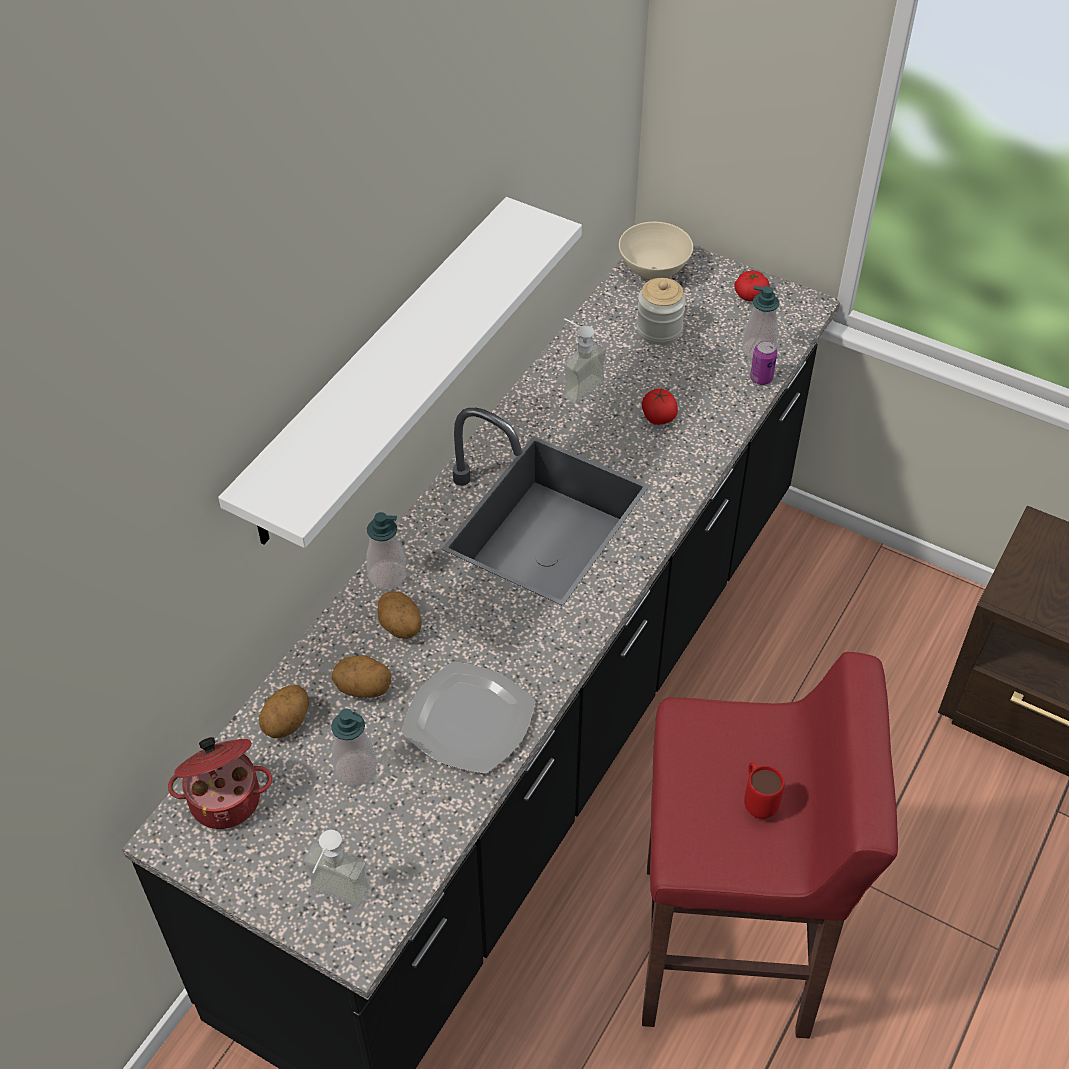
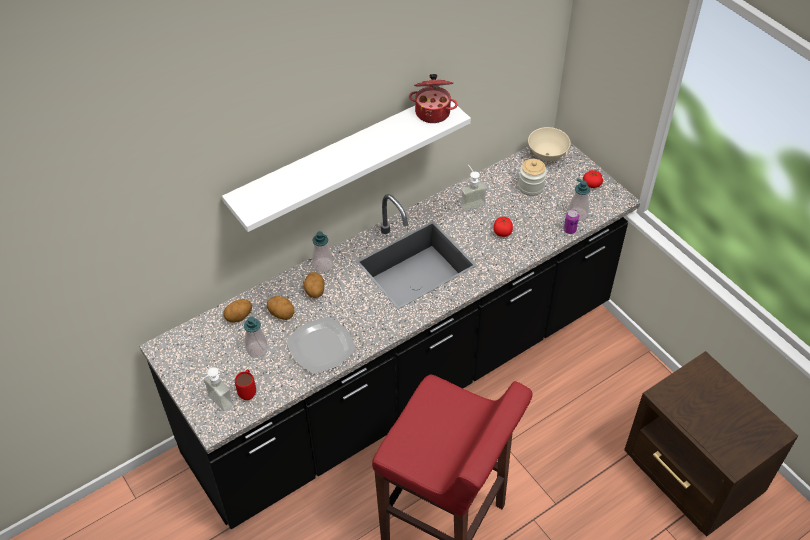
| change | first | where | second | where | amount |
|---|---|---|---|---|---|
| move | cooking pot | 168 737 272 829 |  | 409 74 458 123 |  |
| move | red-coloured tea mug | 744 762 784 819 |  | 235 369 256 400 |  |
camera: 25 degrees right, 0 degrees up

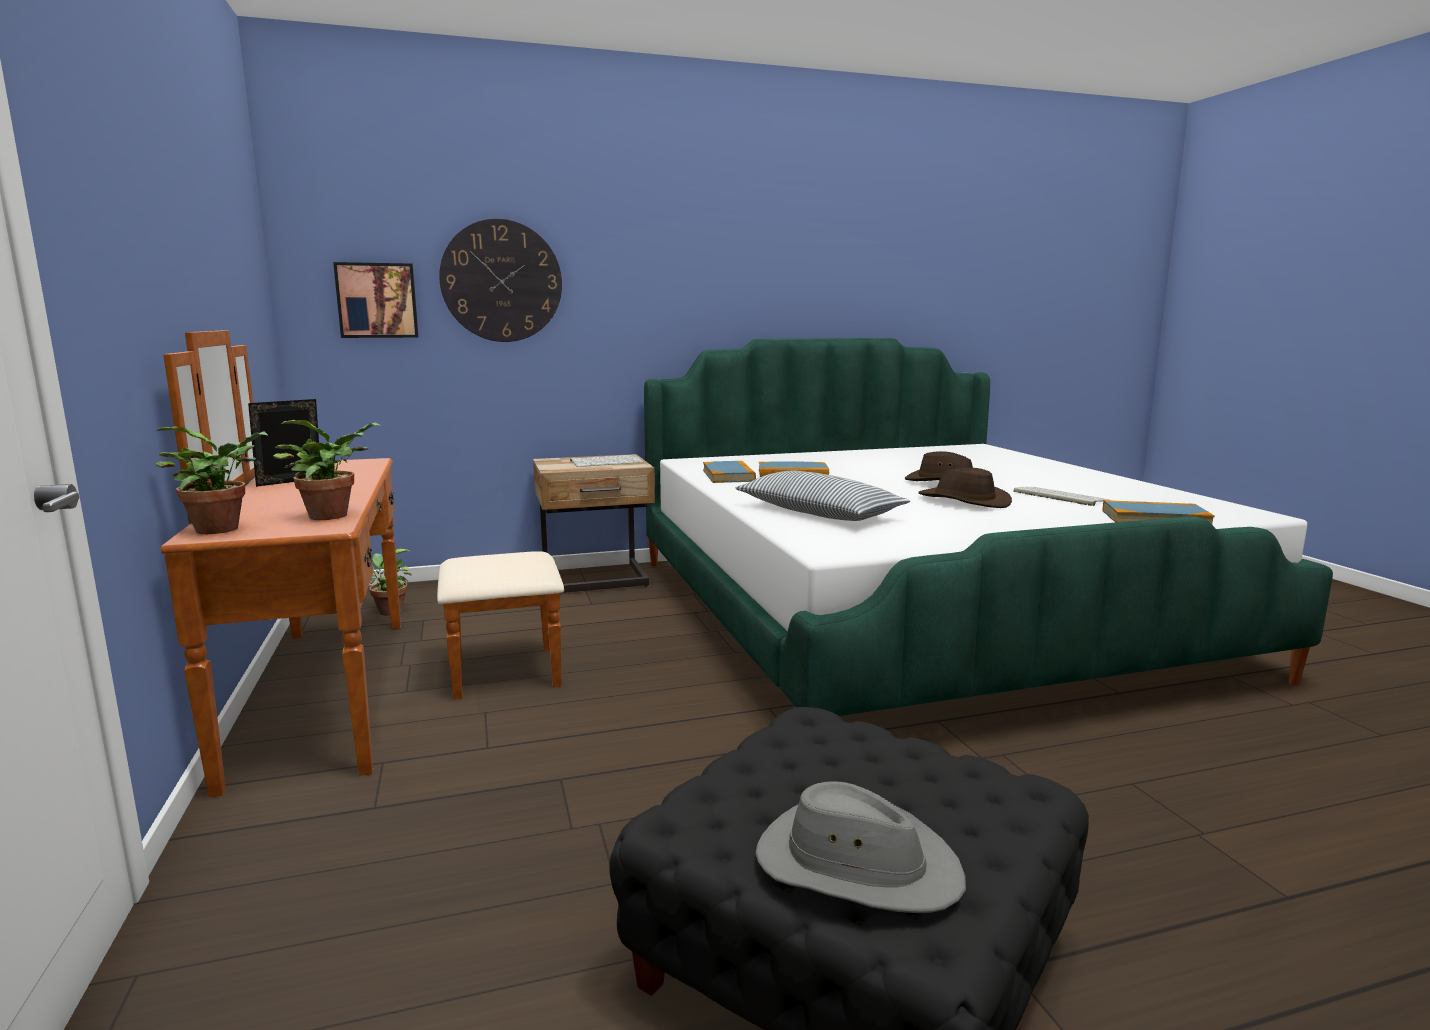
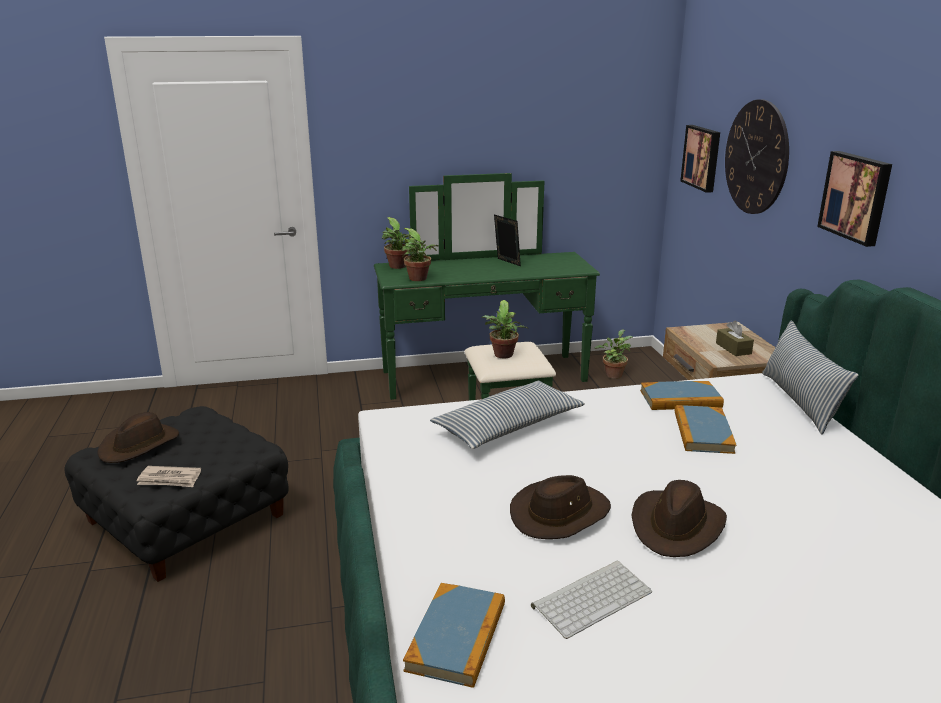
| change | first | where | second | where | amount |
|---|---|---|---|---|---|
| recolor | brown-coloured dresser | 161 330 564 797 | greenish dresser | 374 173 600 401 |  |
| replace | PC keyboard | 570 455 644 467 | brown-coloured box of tissues | 716 321 754 356 |  |
| recolor | grey hat | 756 781 966 913 | brown-coloured hat | 97 412 179 463 |  |
| insert |  |  | daily paper | 137 466 201 487 |  |
| insert |  |  | potted plant | 481 300 528 358 |  |
| insert |  |  | throw pillow | 762 321 858 435 |  |
| insert |  |  | wall picture | 817 151 892 247 |  |
camera: 95 degrees right, 10 degrees up

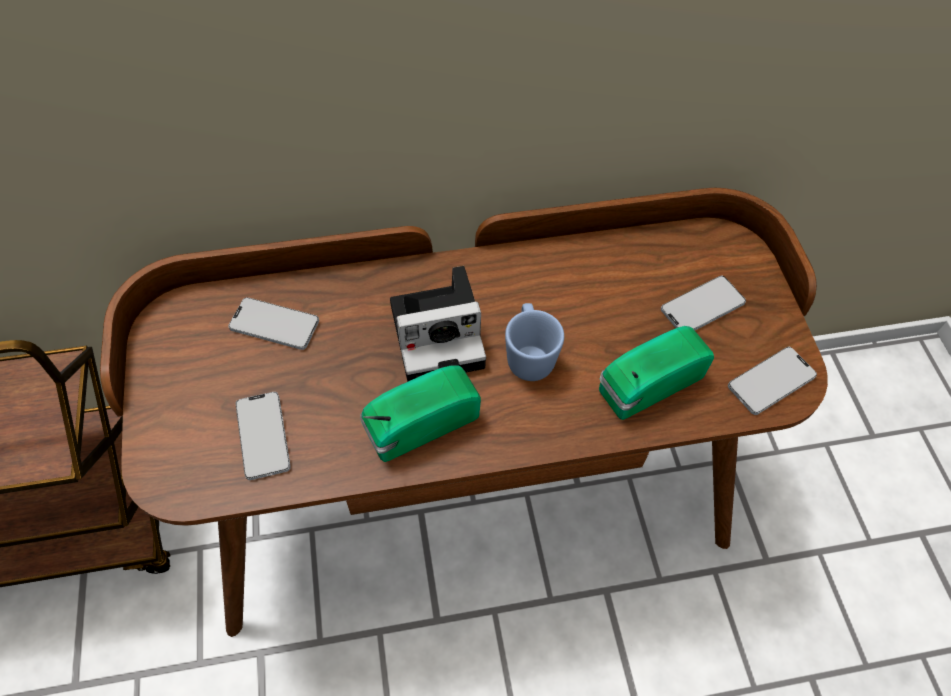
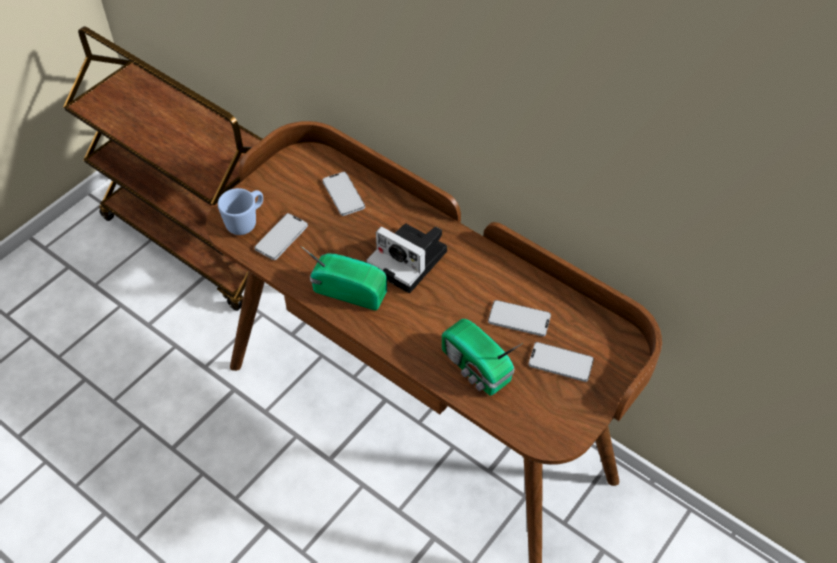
| change | first | where | second | where | amount |
|---|---|---|---|---|---|
| move | blue tea mug | 505 303 564 381 |  | 218 188 263 235 |  |
| rotate | radio set | 599 326 714 420 |  | 442 319 523 396 | 150 degrees counterclockwise |
| move | phone | 728 347 817 415 |  | 488 300 551 336 |  |
camera: 50 degrees right, 5 degrees down

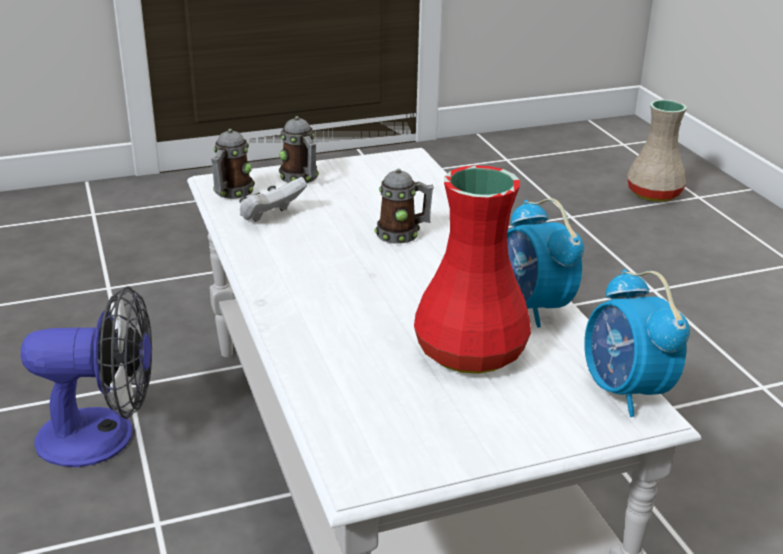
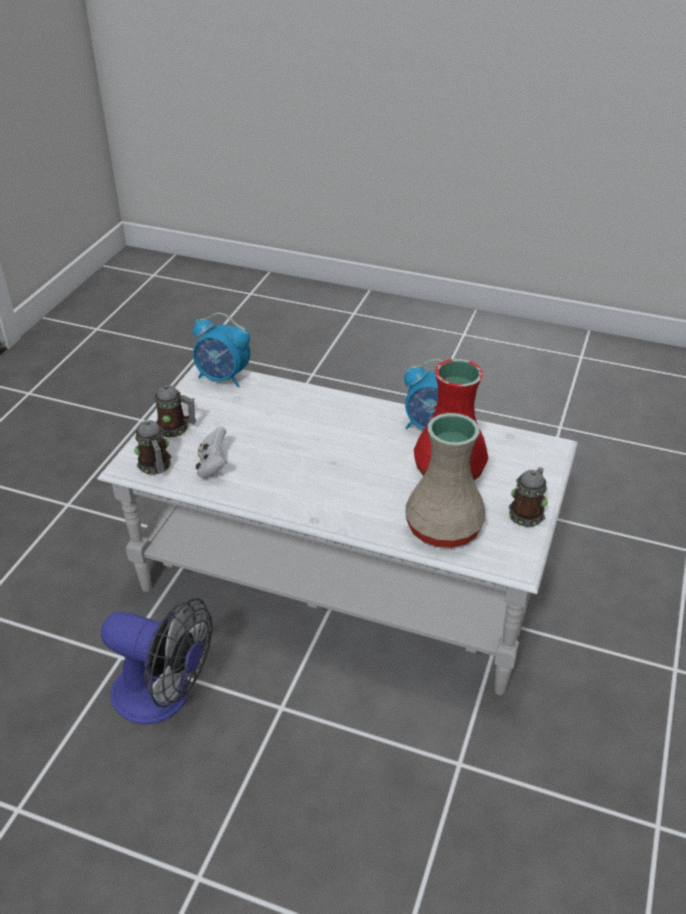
| change | first | where | second | where | amount |
|---|---|---|---|---|---|
| rotate | fan | 21 286 152 467 |  | 101 598 212 725 | 75 degrees clockwise |
| move | tea mug | 375 169 434 244 |  | 509 467 548 527 |  |
| move | table clock | 584 269 690 417 |  | 193 313 250 387 |  |
| move | beige-coloured decorative vase | 627 99 687 202 |  | 405 413 486 548 |  |
camera: 50 degrees left, 10 degrees up

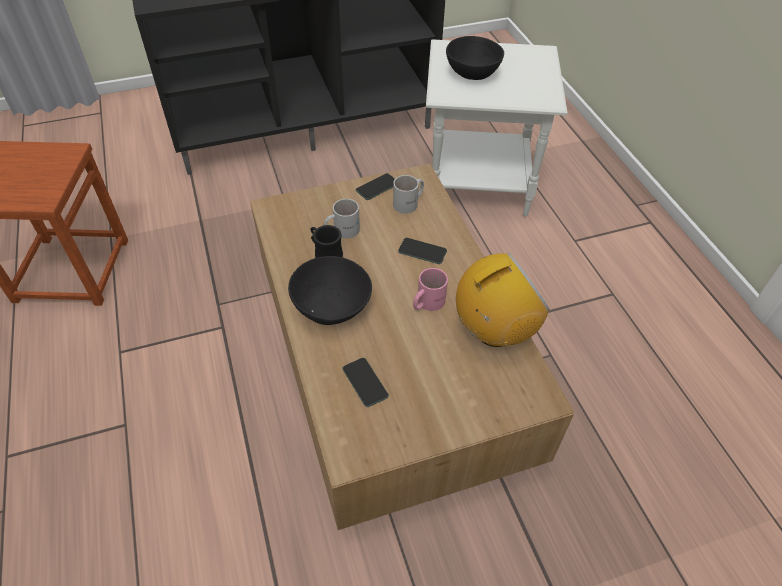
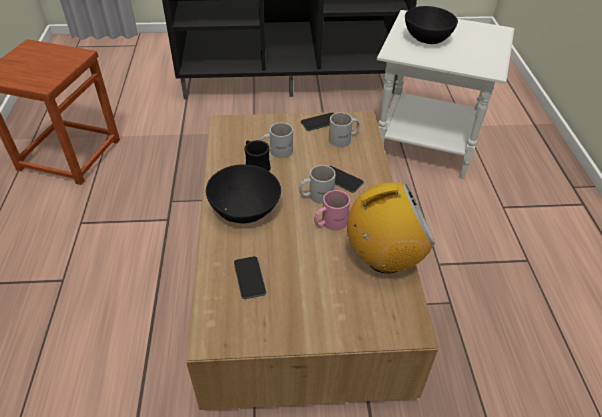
| change | first | where | second | where | amount |
|---|---|---|---|---|---|
| insert |  |  | whitish tea mug | 299 165 336 204 |  |
camera: 15 degrees right, 5 degrees down

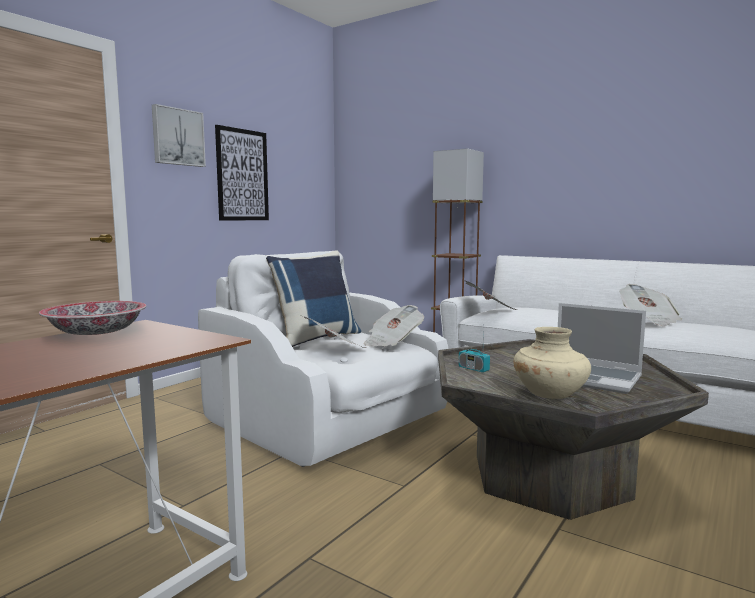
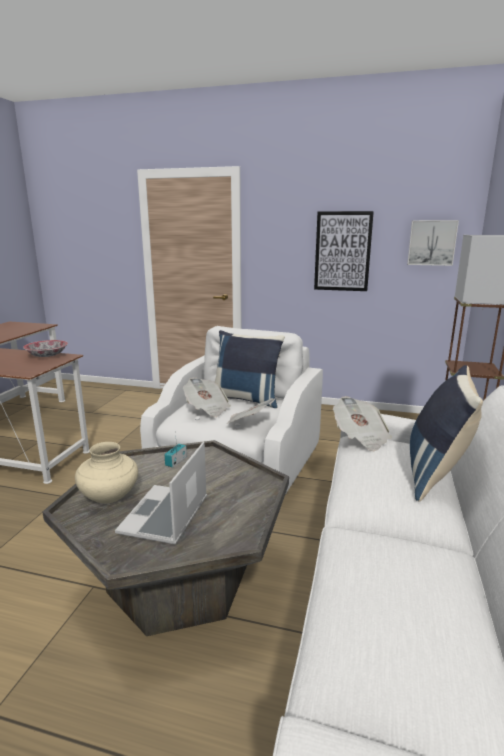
| change | first | where | second | where | amount |
|---|---|---|---|---|---|
| move | wall picture | 152 104 206 167 |  | 407 220 459 266 |  |
| delete | daily paper | 619 284 682 326 |  |  |  |
| insert |  |  | blue throw pillow | 410 365 483 502 |  |
camera: 70 degrees right, 10 degrees up

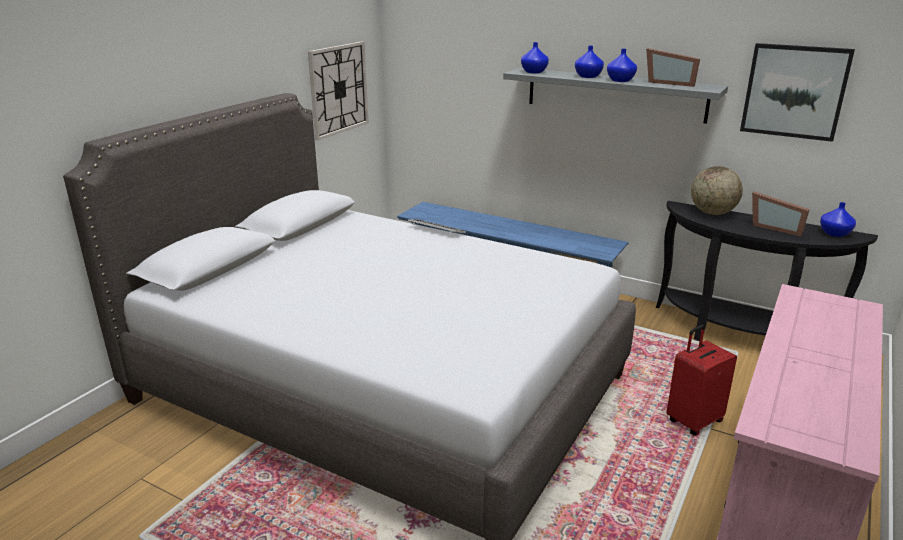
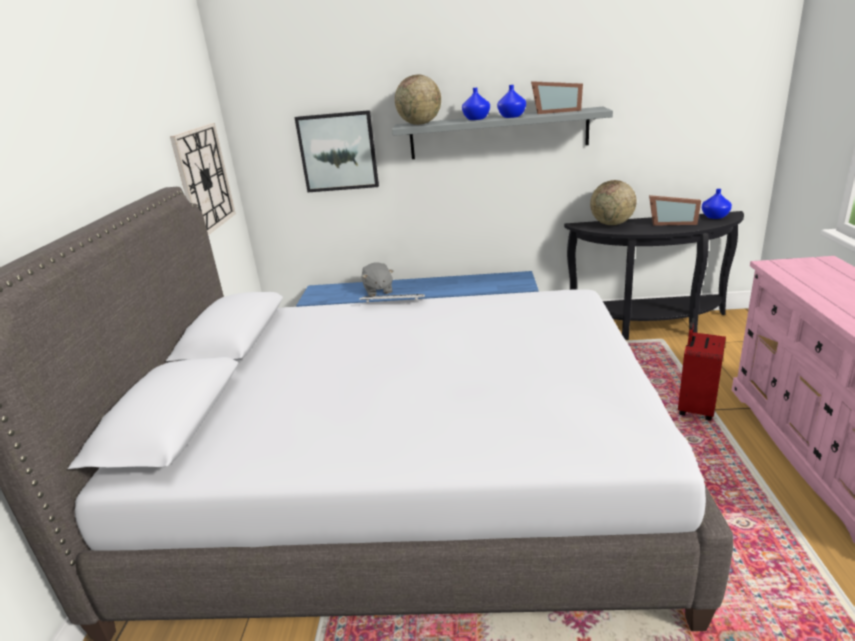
| change | first | where | second | where | amount |
|---|---|---|---|---|---|
| replace | blue decorative vase | 521 42 549 73 | world globe | 395 74 441 125 |  |
| move | wall picture | 740 43 855 142 |  | 294 110 379 192 |  |
| insert |  |  | grey plush toy | 362 263 393 296 |  |
camera: 25 degrees left, 0 degrees up

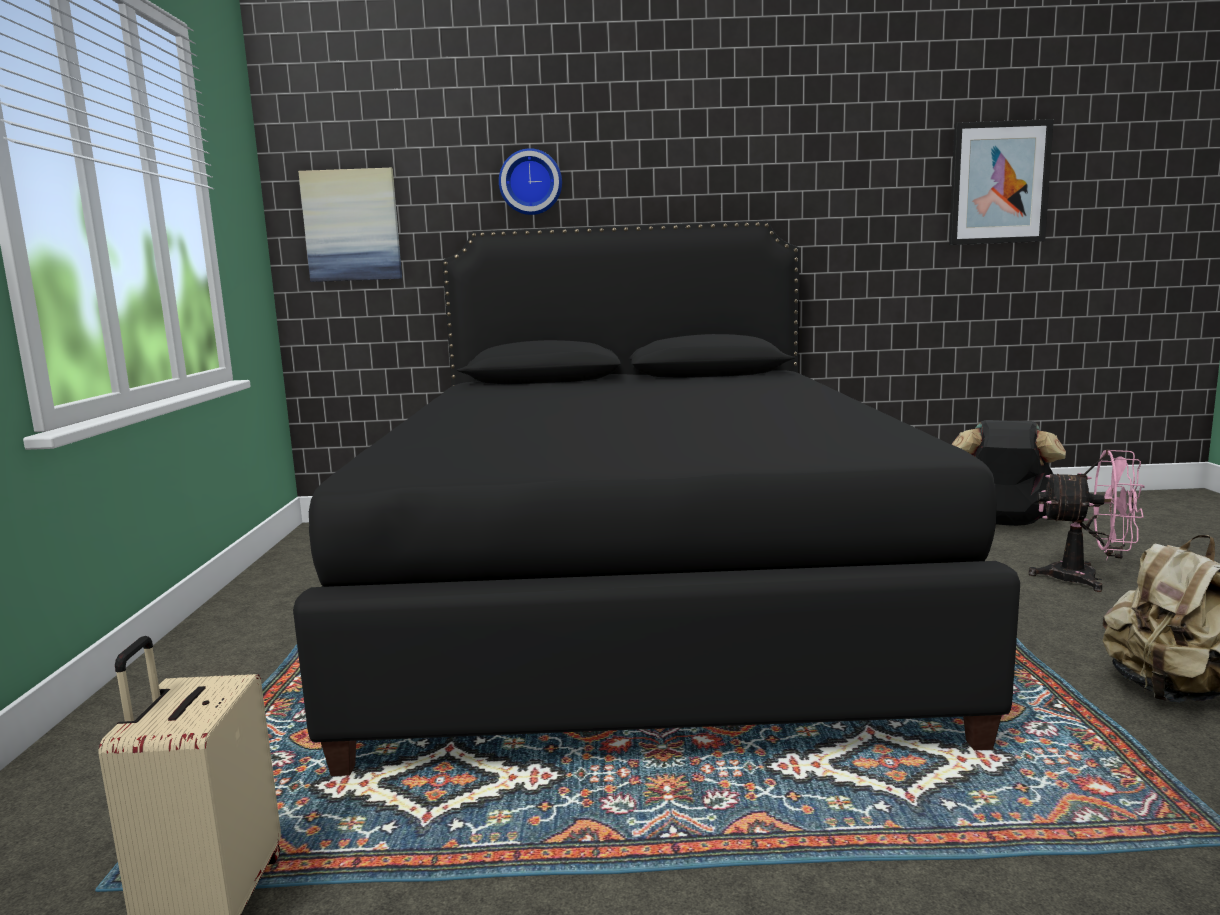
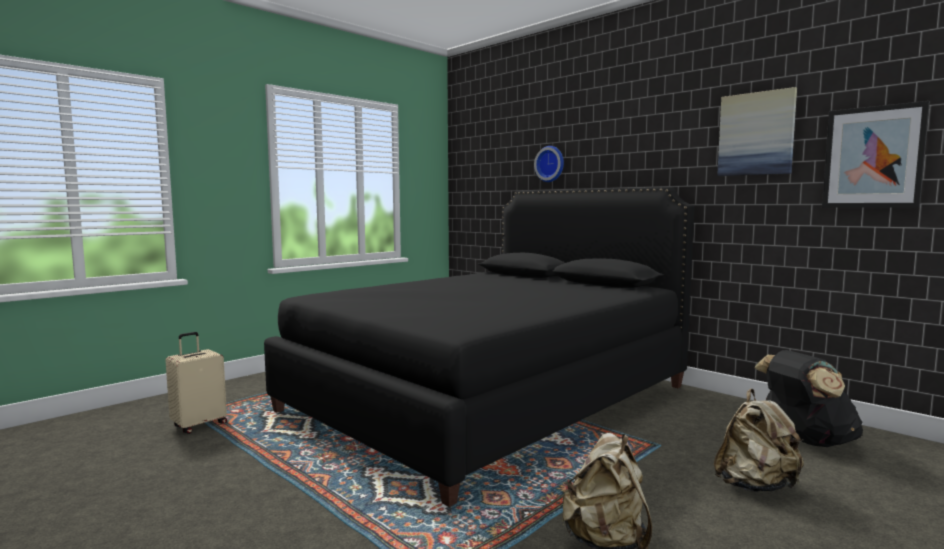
| change | first | where | second | where | amount |
|---|---|---|---|---|---|
| move | wall picture | 298 168 402 282 |  | 717 87 797 176 |  |
| replace | pinkish fan | 1028 449 1145 592 | beige-coloured backpack | 714 389 804 492 |  |
camera: 45 degrees right, 5 degrees down

